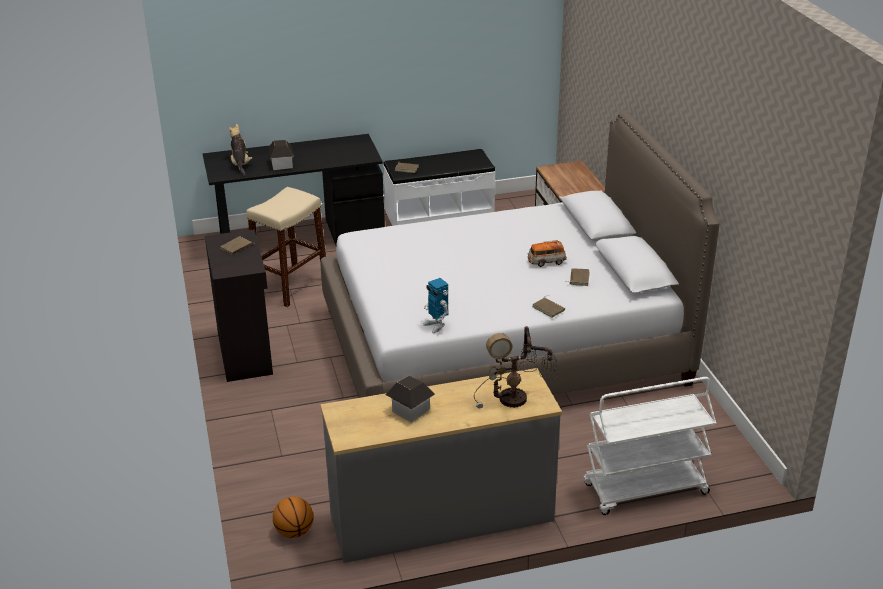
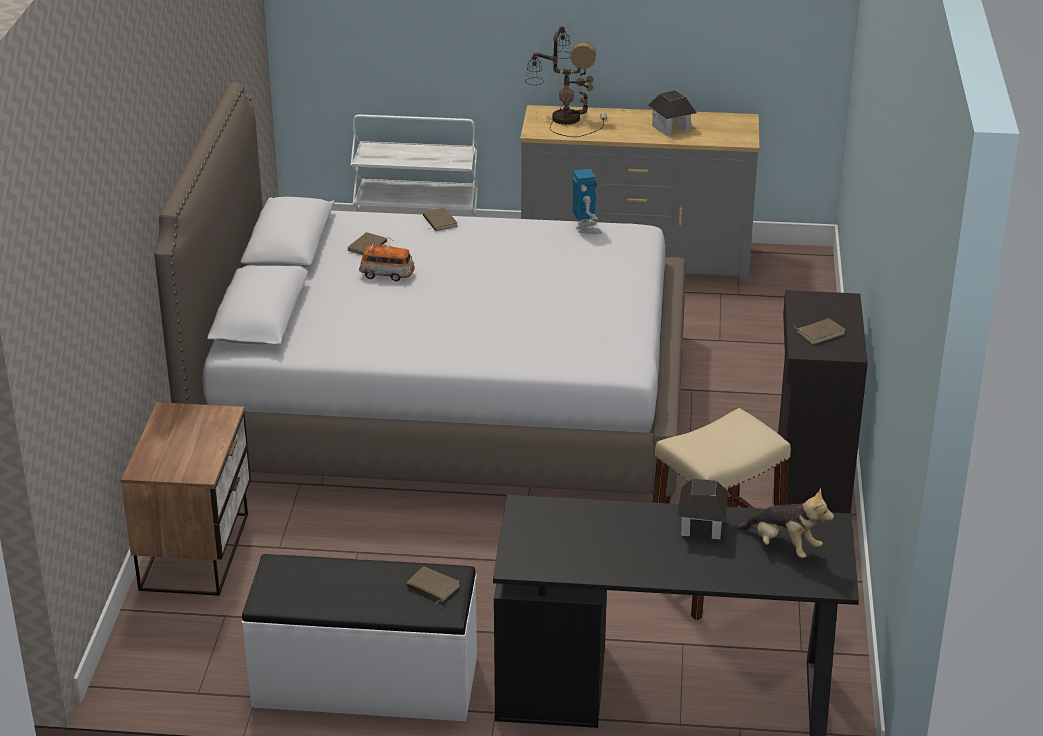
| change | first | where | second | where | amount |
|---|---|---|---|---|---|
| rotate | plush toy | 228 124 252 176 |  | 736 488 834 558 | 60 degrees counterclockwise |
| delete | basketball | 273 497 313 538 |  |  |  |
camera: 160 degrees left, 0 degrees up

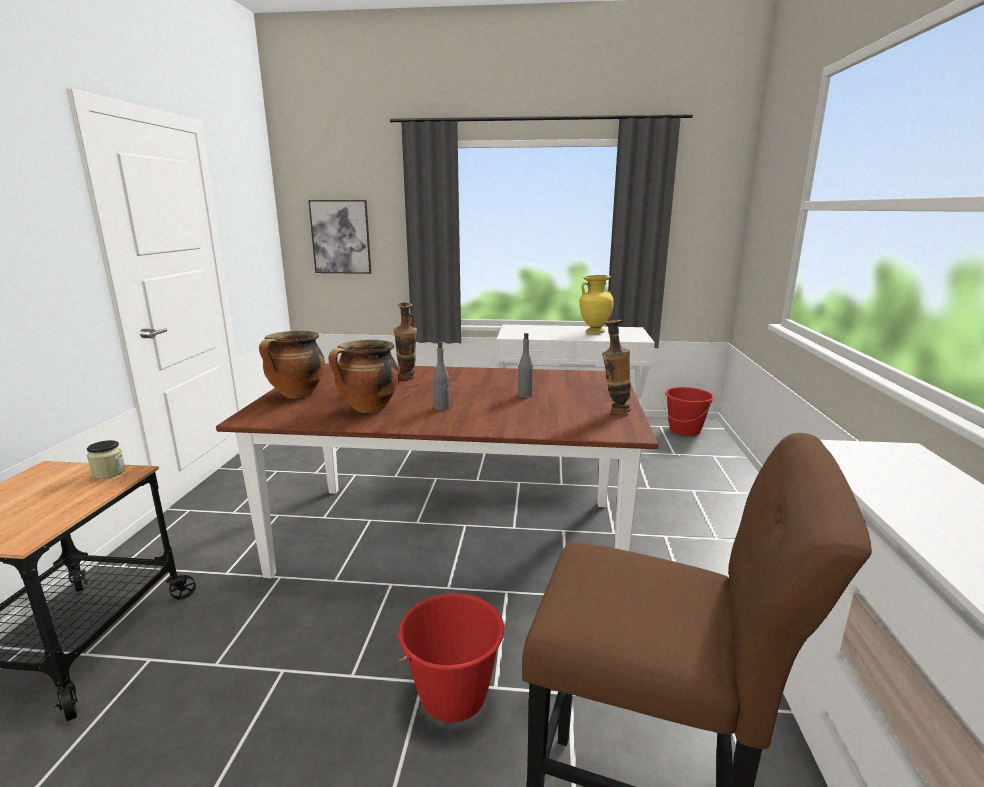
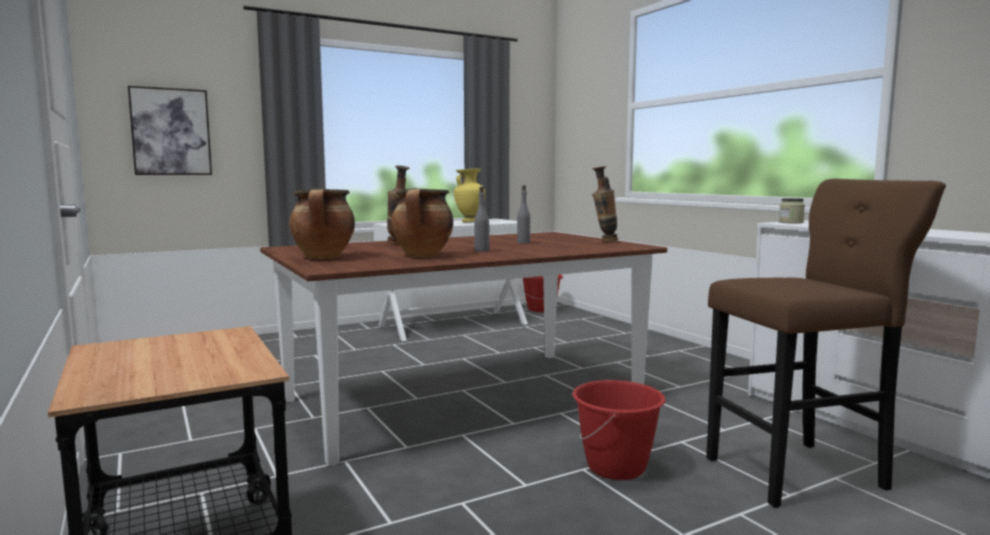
| change | first | where | second | where | amount |
|---|---|---|---|---|---|
| move | jar | 87 440 126 479 |  | 779 198 805 223 |  |
camera: 35 degrees left, 10 degrees down

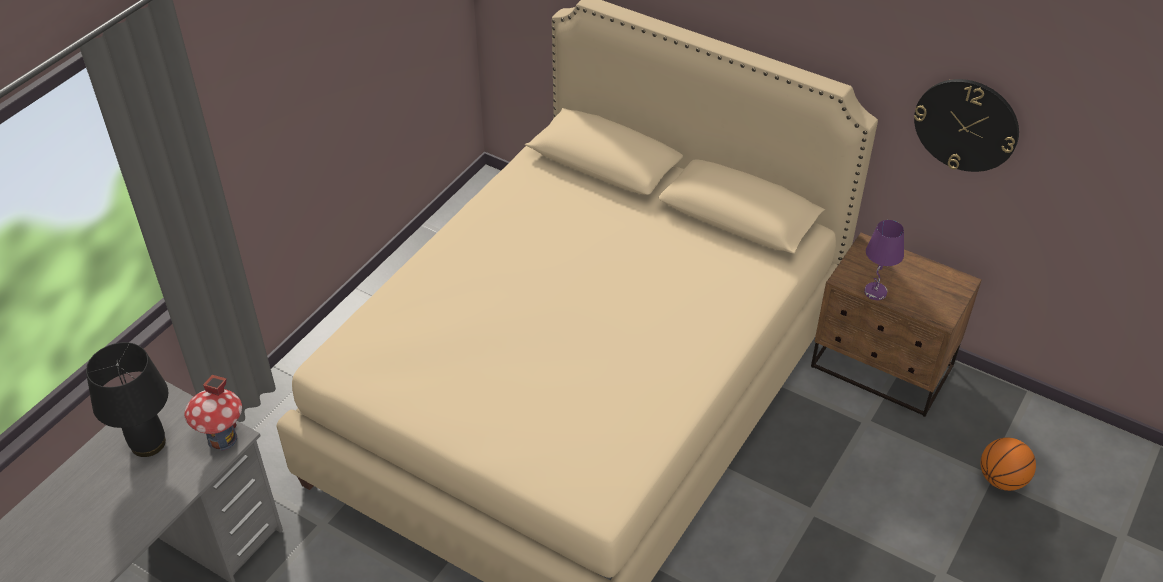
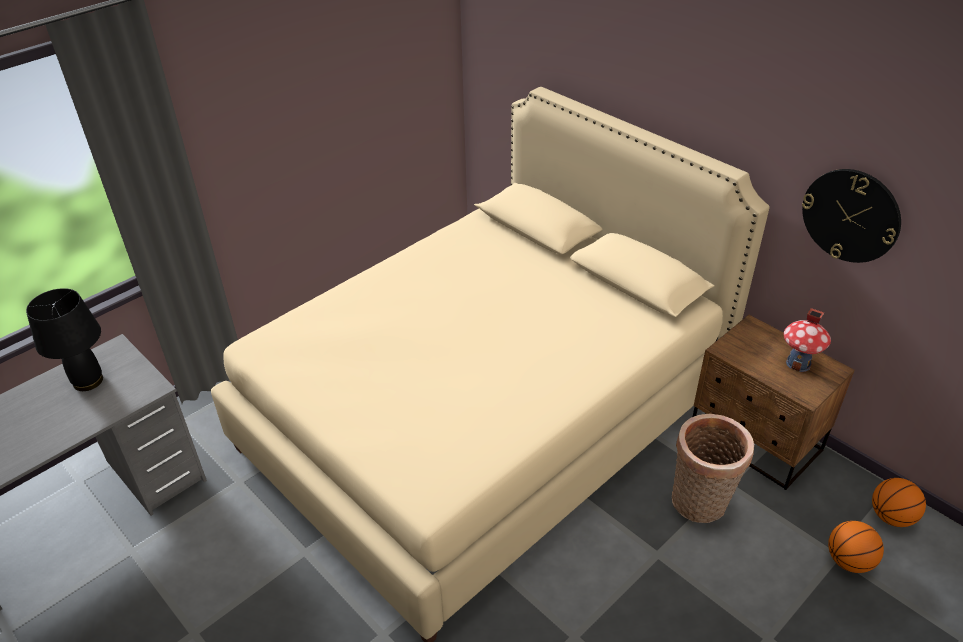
| change | first | where | second | where | amount |
|---|---|---|---|---|---|
| move | model house | 184 375 242 451 |  | 784 308 831 372 |  |
| delete | purplish tabletop lamp | 864 220 904 300 |  |  |  |
| insert |  |  | storage basket | 672 414 754 523 |  |
| insert |  |  | basketball | 872 478 926 527 |  |
camera: 15 degrees right, 5 degrees down

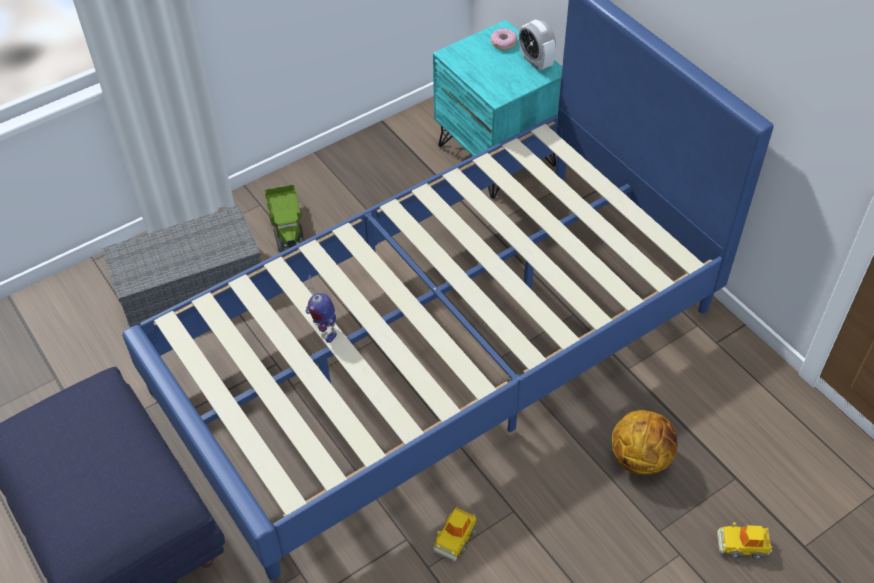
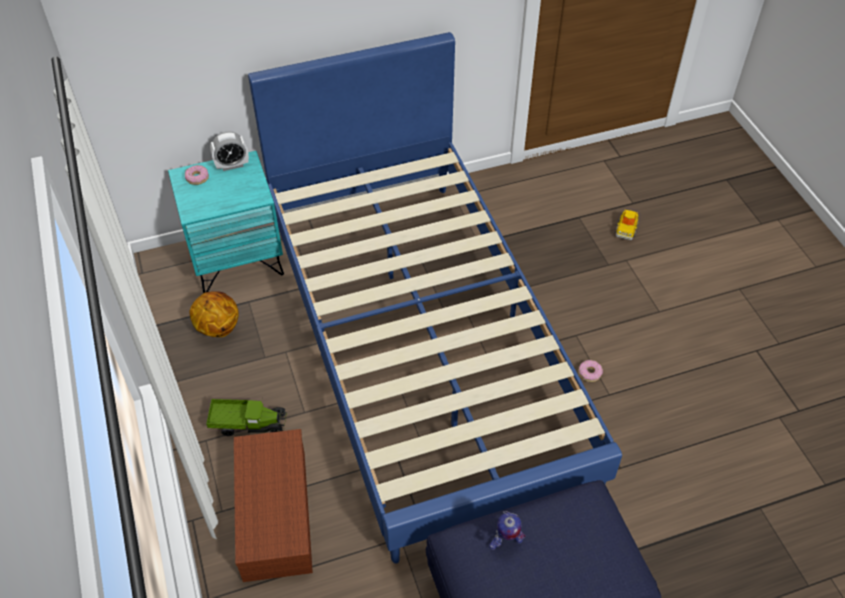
| change | first | where | second | where | amount |
|---|---|---|---|---|---|
| recolor | grey storage box | 101 205 261 327 | brown-coloured storage box | 234 429 313 582 |  |
| move | model robot | 306 275 337 343 |  | 489 511 525 550 |  |
| replace | model car | 433 506 477 561 | ring doughnut | 579 360 603 382 |  |
| move | basketball | 612 410 677 475 |  | 189 291 239 337 |  |
camera: 75 degrees left, 0 degrees up

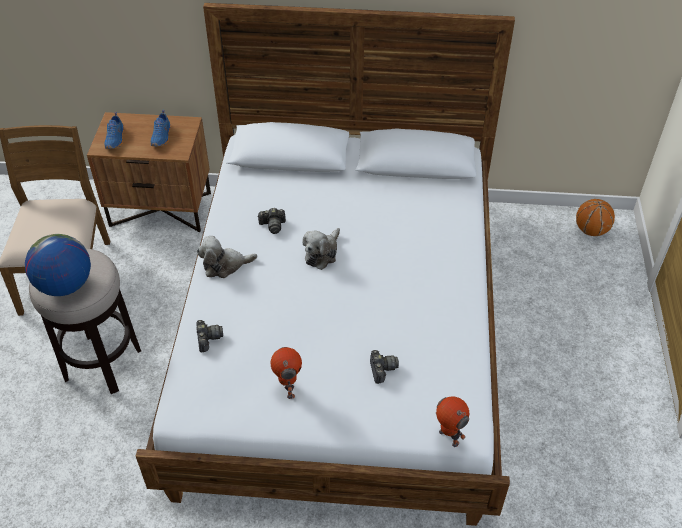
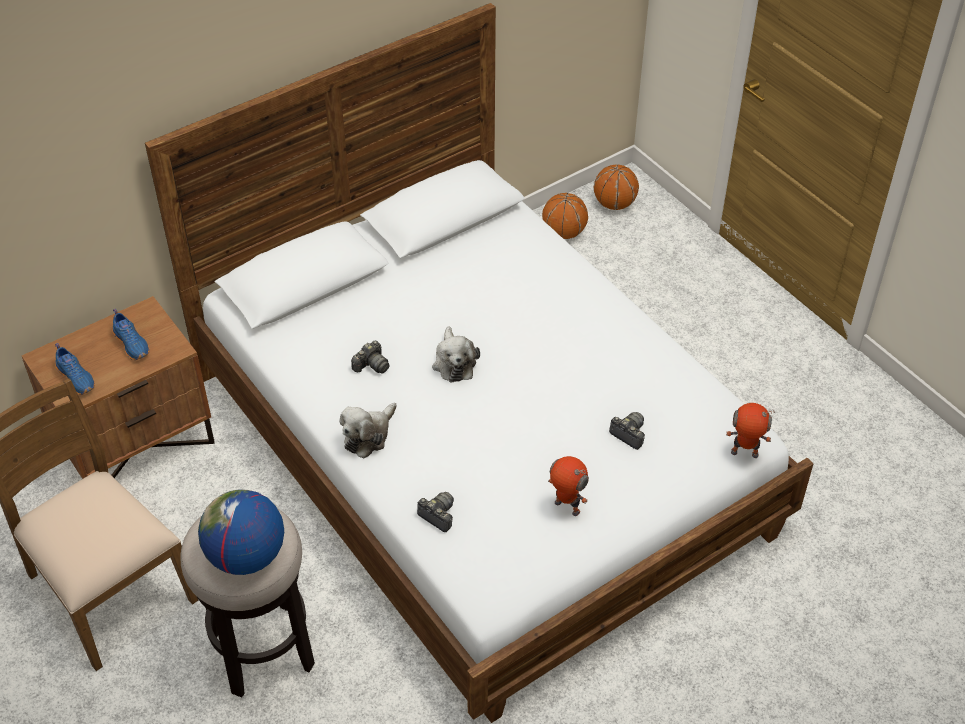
| change | first | where | second | where | amount |
|---|---|---|---|---|---|
| insert |  |  | basketball | 542 193 588 239 |  |
camera: 40 degrees left, 0 degrees up

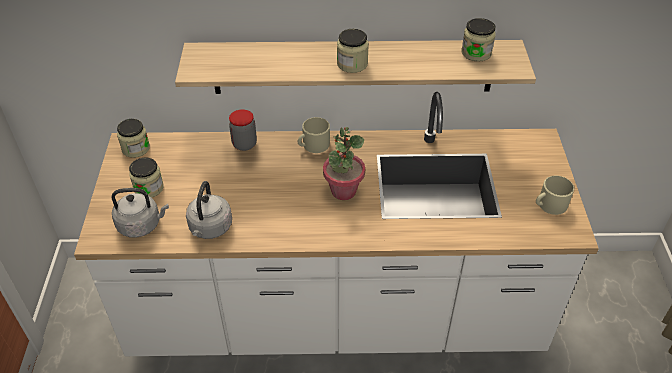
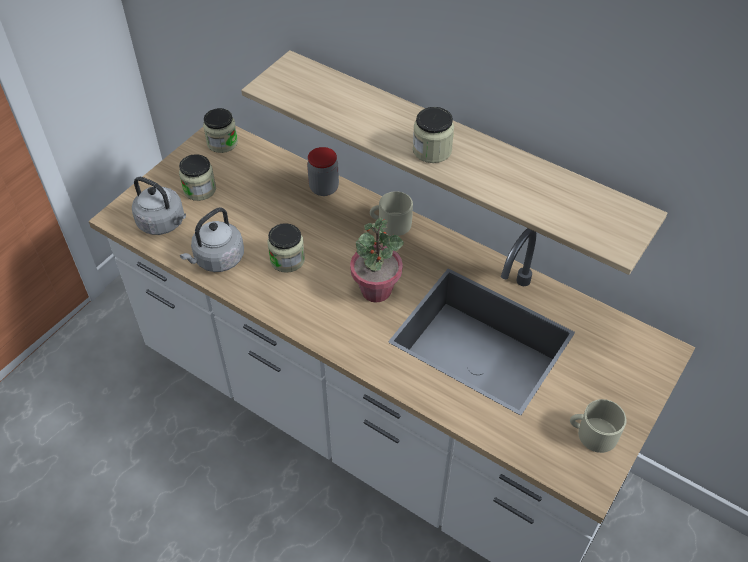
| change | first | where | second | where | amount |
|---|---|---|---|---|---|
| move | jar | 461 18 496 62 |  | 267 223 305 273 |  |
camera: 35 degrees right, 5 degrees up

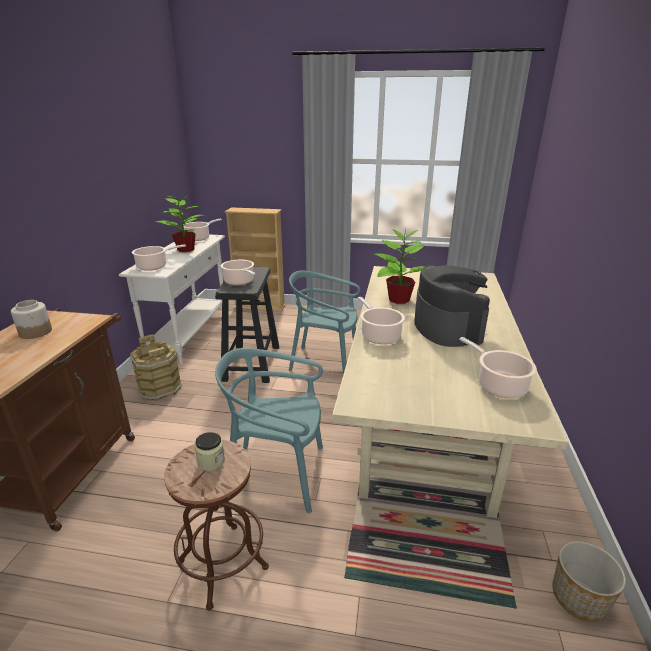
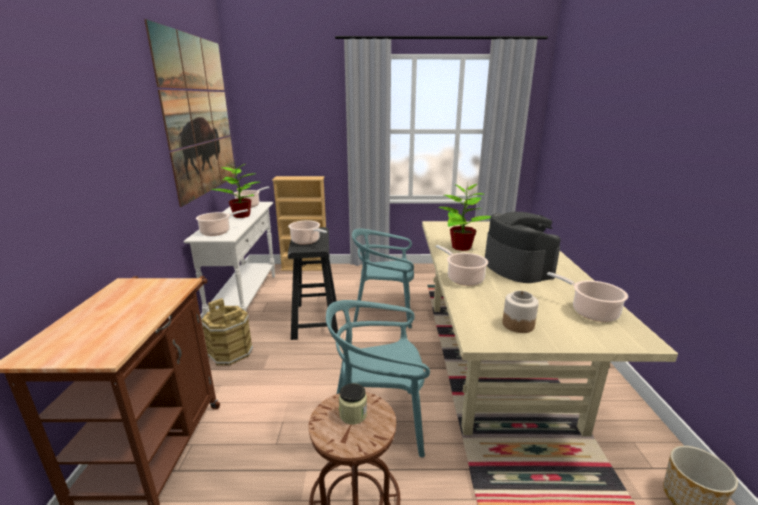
| change | first | where | second | where | amount |
|---|---|---|---|---|---|
| move | jar | 11 300 52 339 |  | 502 291 539 333 |  |
| insert |  |  | wall picture | 144 19 236 207 |  |
camera: 10 degrees left, 5 degrees down

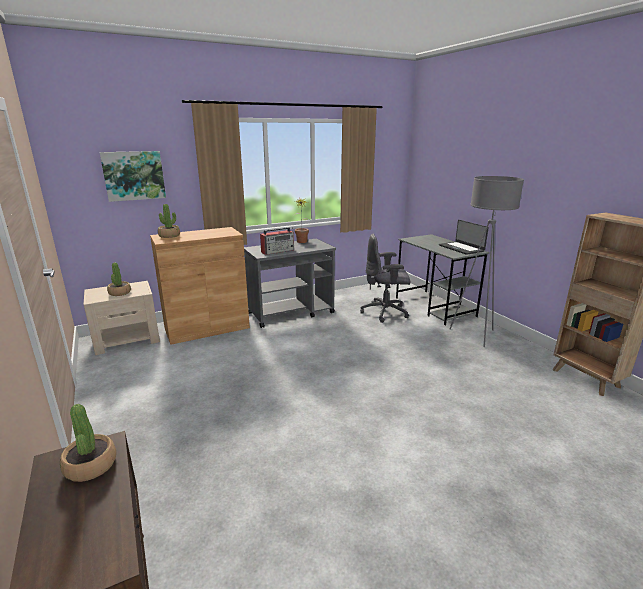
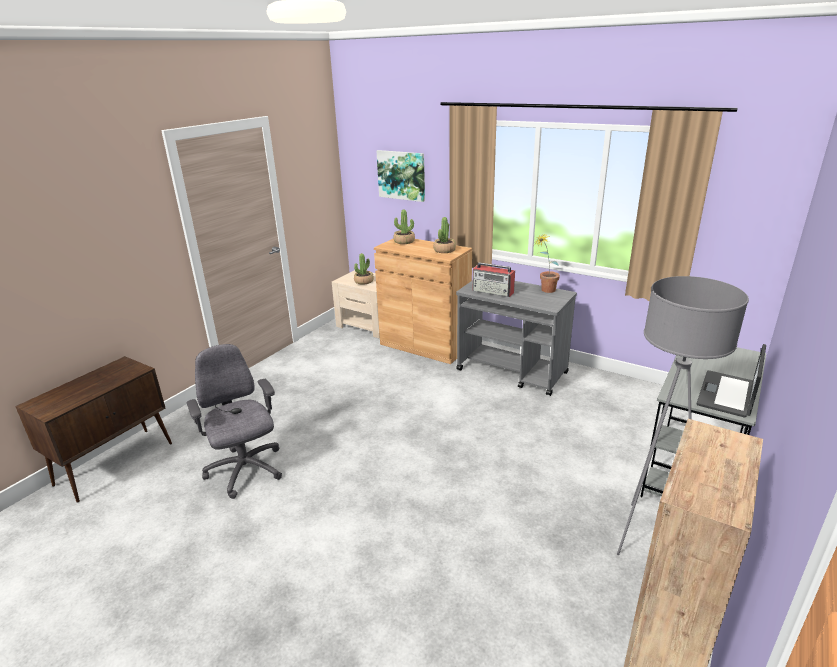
| change | first | where | second | where | amount |
|---|---|---|---|---|---|
| move | potted plant | 60 404 116 482 |  | 433 217 456 253 |  |
| move | grey computer chair | 360 234 410 323 |  | 187 344 282 499 |  |
camera: 60 degrees right, 5 degrees up

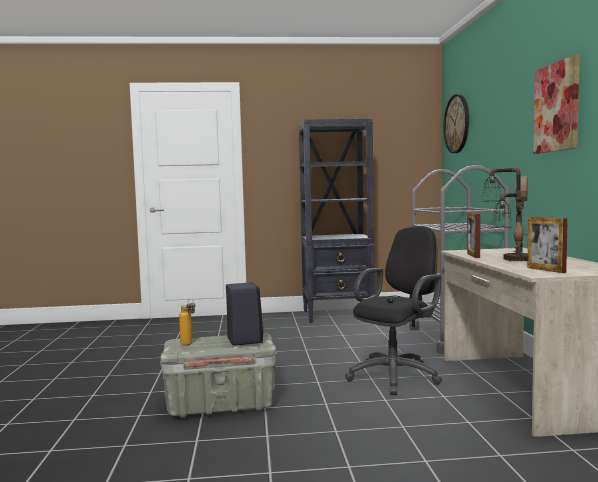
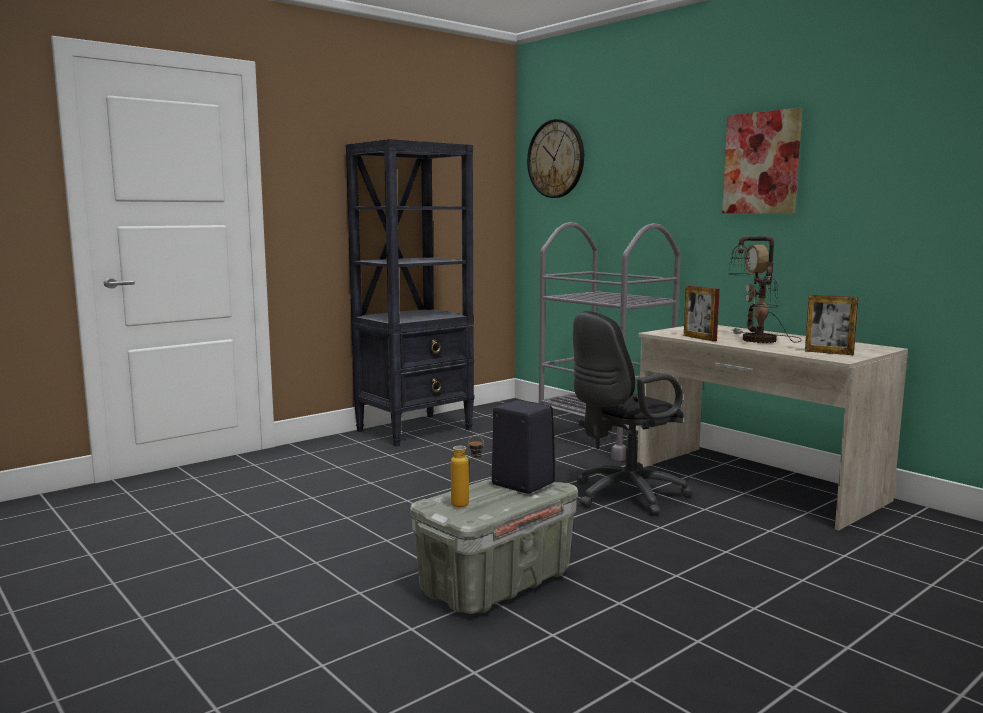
| change | first | where | second | where | amount |
|---|---|---|---|---|---|
| rotate | black computer chair | 345 226 442 395 |  | 573 311 693 516 | 135 degrees counterclockwise |
camera: 35 degrees left, 5 degrees up

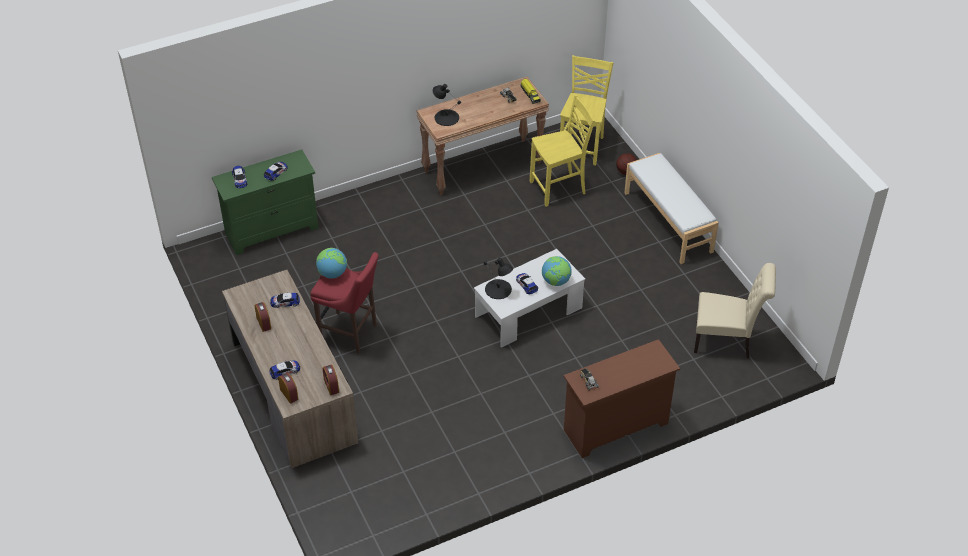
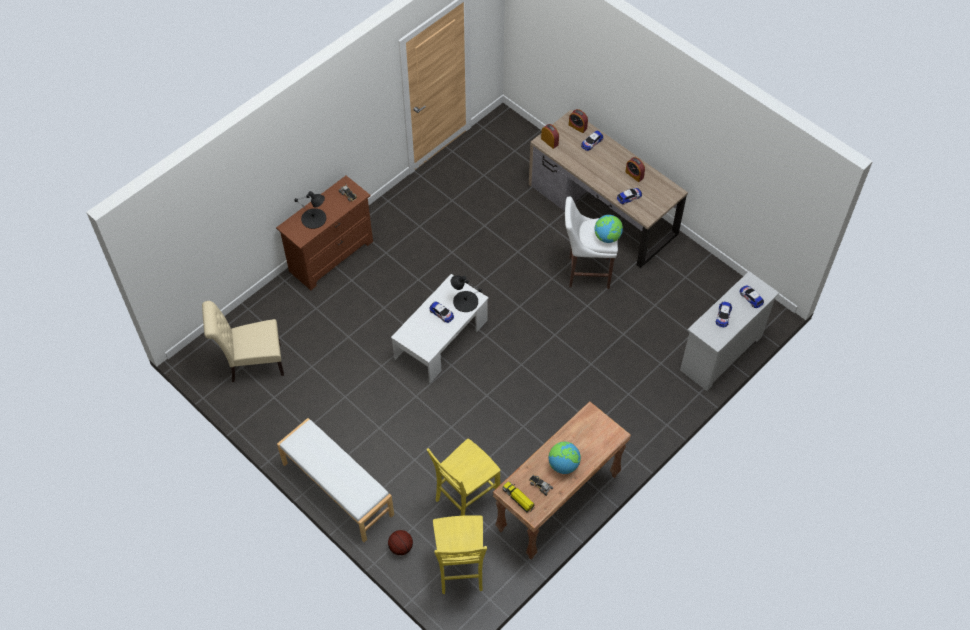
| change | first | where | second | where | amount |
|---|---|---|---|---|---|
| recolor | greenish dresser | 212 149 319 255 | whitish dresser | 680 271 779 391 |  |
| recolor | red-coloured stool | 310 252 379 353 | whitish stool | 565 196 618 289 |  |
| move | black tabletop lamp | 433 84 461 126 |  | 294 191 326 229 |  |
| move | world globe | 542 256 572 286 |  | 548 442 581 474 |  |
camera: 160 degrees right, 10 degrees up

